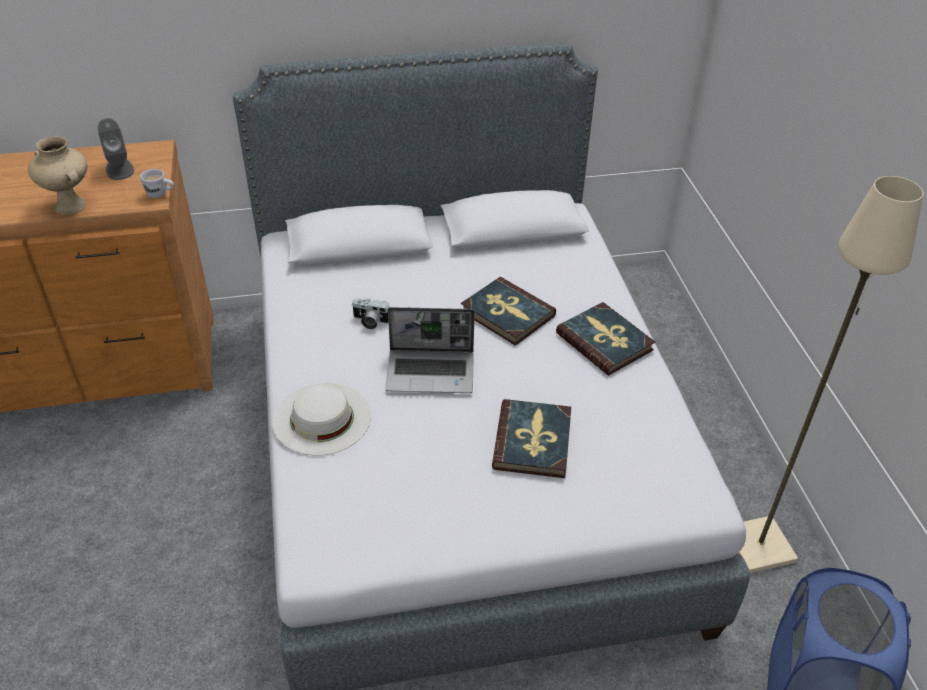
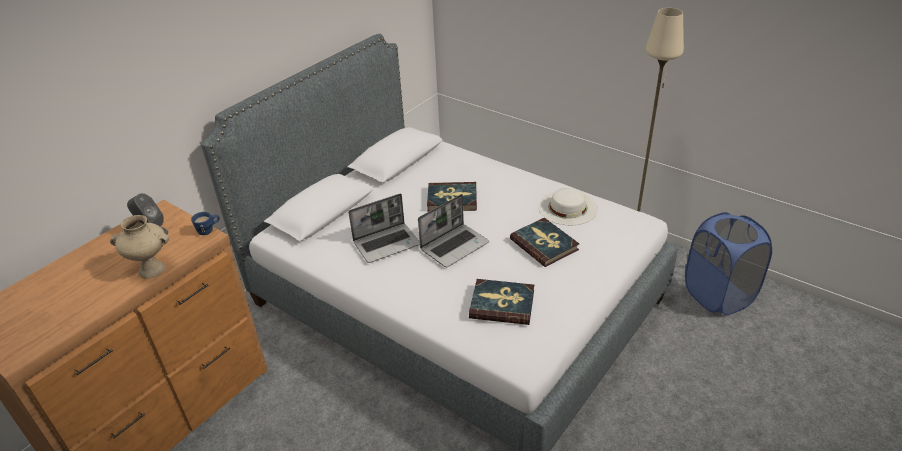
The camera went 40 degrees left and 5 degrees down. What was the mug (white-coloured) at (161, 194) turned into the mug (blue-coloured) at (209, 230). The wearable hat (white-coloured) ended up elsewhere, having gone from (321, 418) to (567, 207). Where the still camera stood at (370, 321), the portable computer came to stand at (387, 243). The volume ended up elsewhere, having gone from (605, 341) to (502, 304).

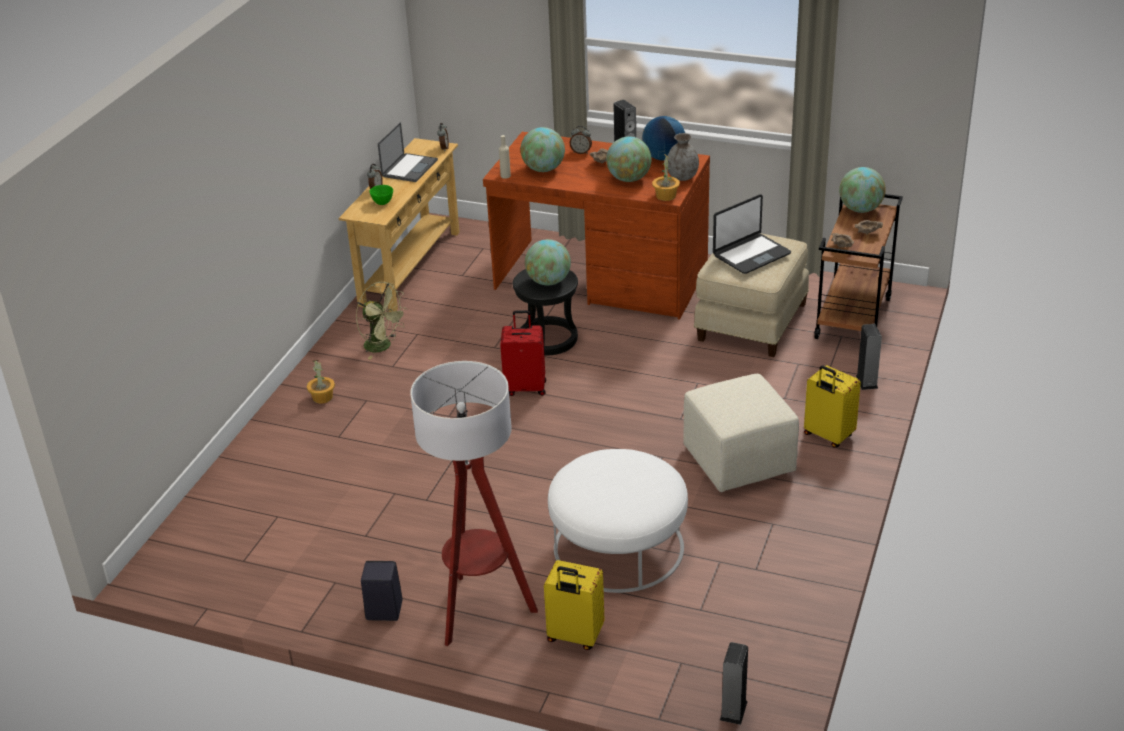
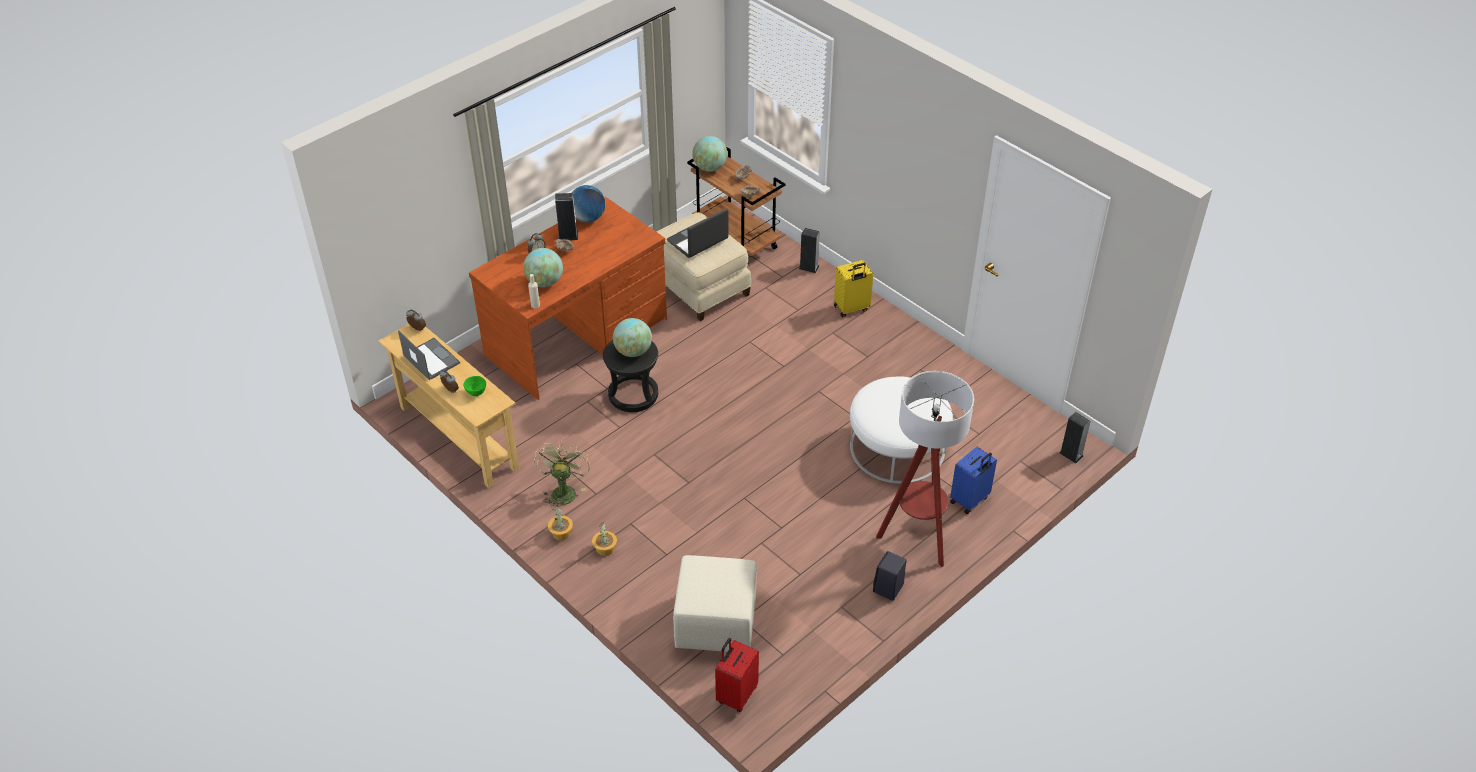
The camera went 65 degrees left and 10 degrees up. The electric fan (greenish) at (383, 346) ended up facing another way, 60 degrees counterclockwise from before. The suitcase (reddish) ended up elsewhere, having gone from (525, 387) to (736, 694). What was the suitcase (yellow-coloured) at (574, 637) turned into the suitcase (blue-coloured) at (970, 500). The second view lost the world globe at (629, 179). The potted plant ended up elsewhere, having gone from (665, 196) to (561, 533). The second view lost the decorative vase (greyish) at (682, 177). The ottoman (beige-coloured) ended up elsewhere, having gone from (737, 461) to (714, 624). The portable computer at (751, 254) ended up facing another way, 120 degrees counterclockwise from before.

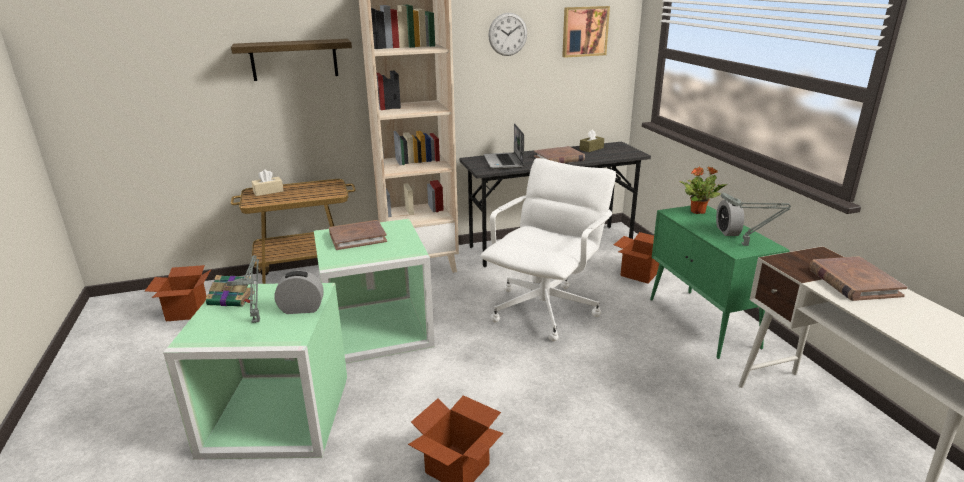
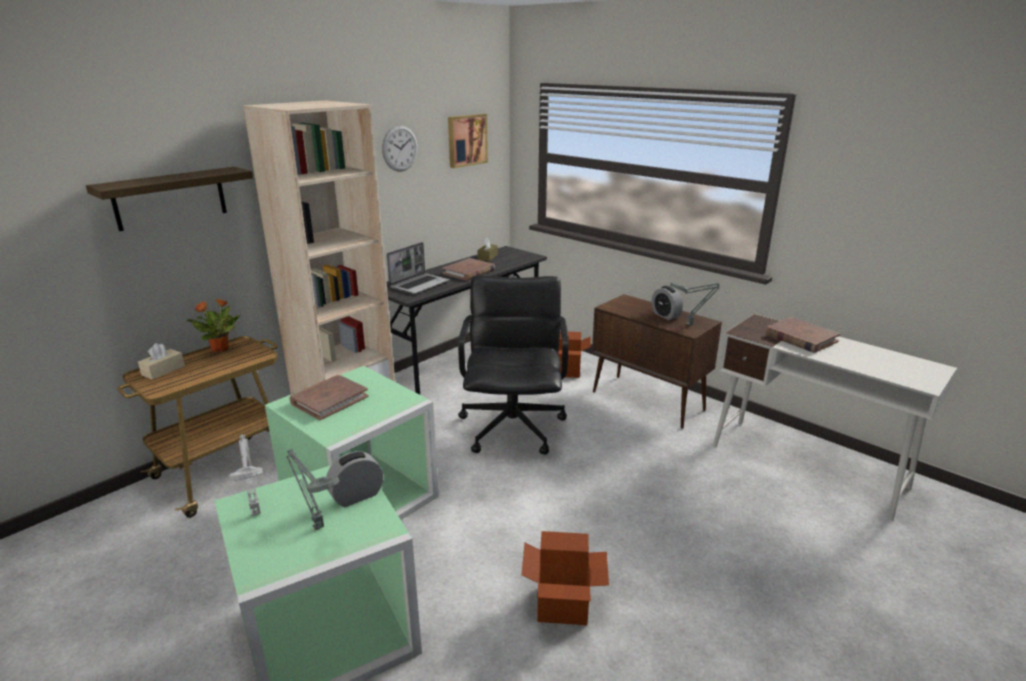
The camera went 30 degrees left and 0 degrees up. The second view lost the cardboard box at (187, 311). Where the volume stood at (232, 299), the tabletop lamp (greyish) came to stand at (255, 511). What was the office chair (white-coloured) at (545, 310) turned into the office chair (black) at (513, 427). The portable computer at (504, 162) ended up facing another way, 105 degrees counterclockwise from before. What was the cabinet (greenish) at (703, 323) turned into the cabinet (brown-coloured) at (648, 401). The potted plant ended up elsewhere, having gone from (698, 211) to (221, 348).

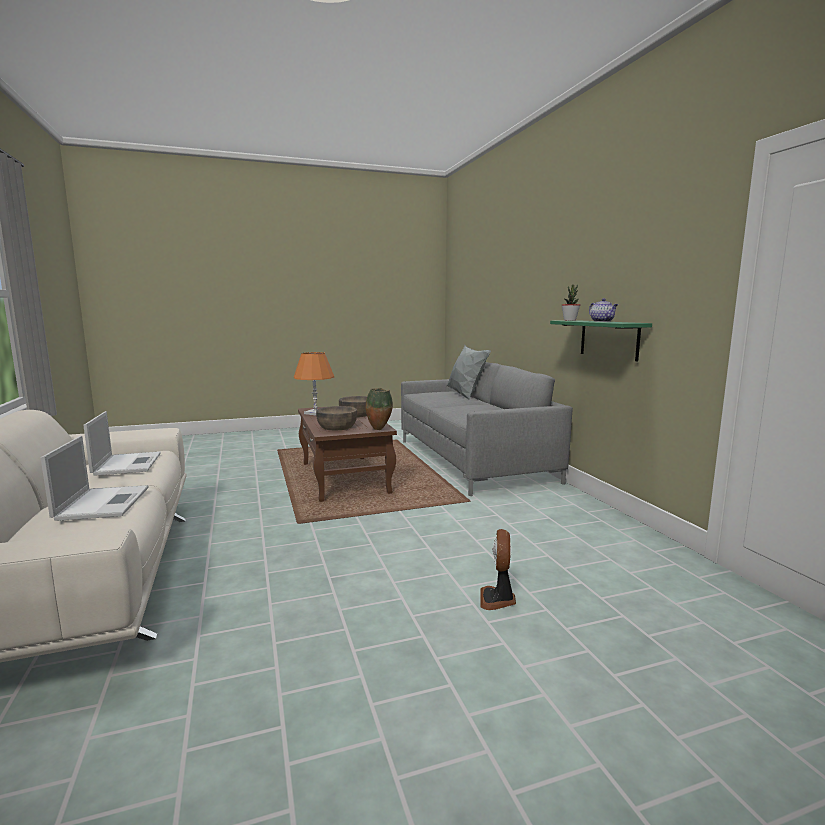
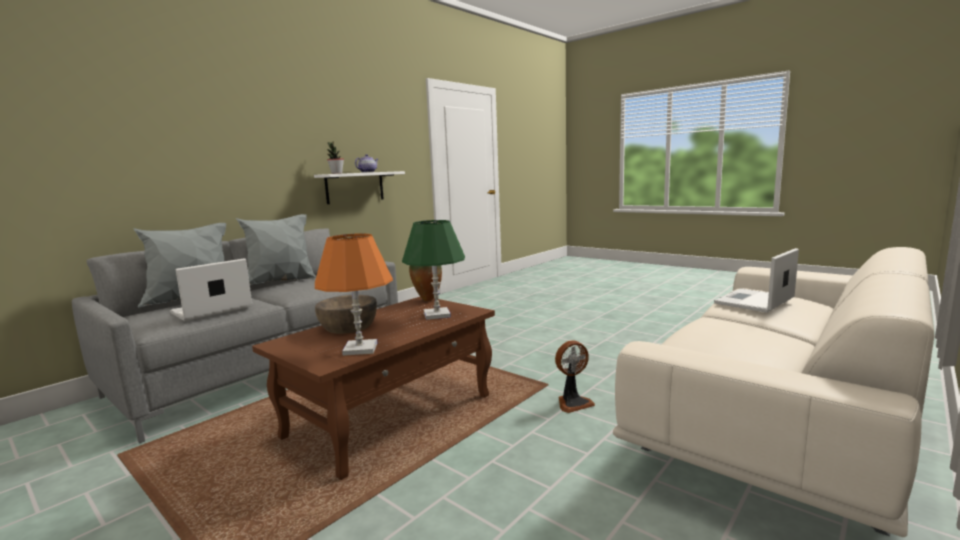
The camera went 120 degrees left and 0 degrees up. The portable computer ended up elsewhere, having gone from (127, 464) to (210, 310). Where the serving bowl (brown-coloured) stood at (337, 427), the tabletop lamp (greenish) came to stand at (437, 315). The electric fan ended up elsewhere, having gone from (498, 599) to (573, 403). What was the bracket shelf (greenish) at (609, 339) turned into the bracket shelf (white-coloured) at (355, 187). The second view gained the pillow (greyish) at (282, 283).

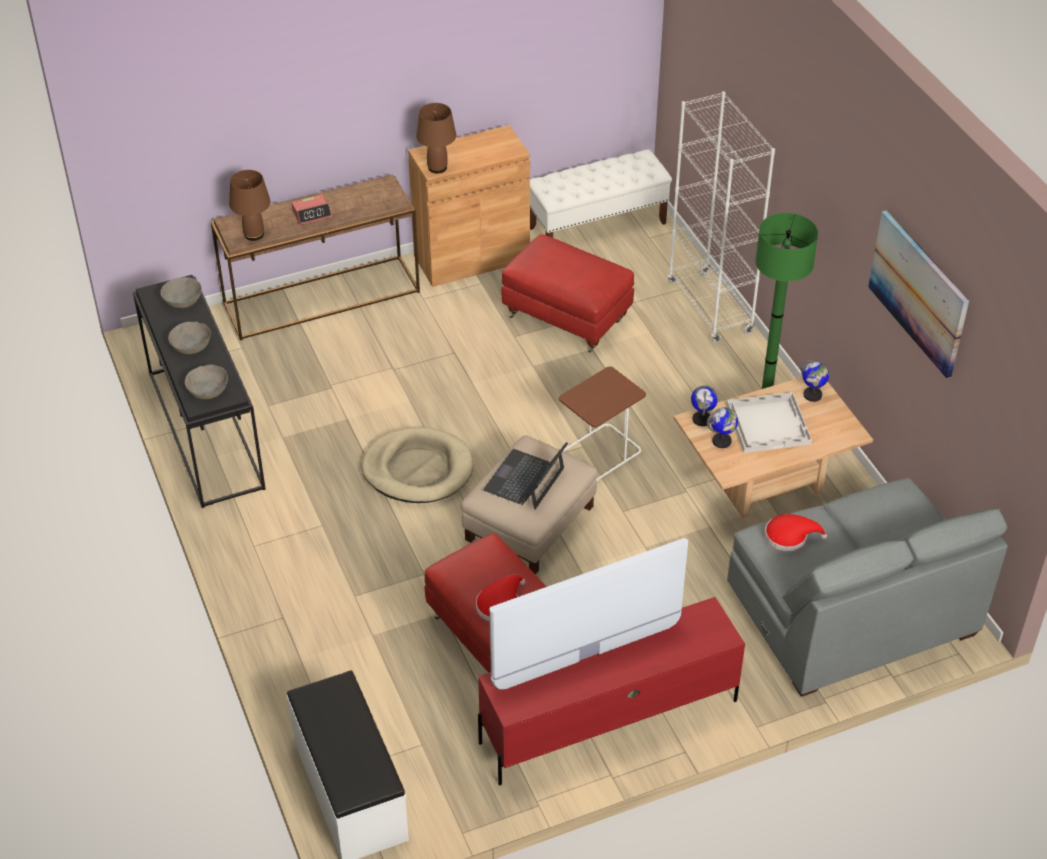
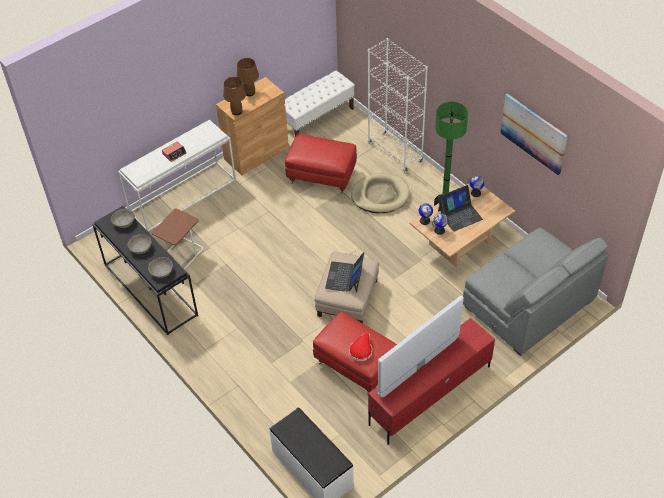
The camera went 15 degrees left and 5 degrees up. What was the console table (brown-coloured) at (322, 297) turned into the console table (white-coloured) at (183, 196). The tabletop lamp (brown-coloured) ended up elsewhere, having gone from (254, 235) to (249, 92). The dog bed (beige-coloured) ended up elsewhere, having gone from (418, 469) to (380, 195). The accent table (brown-coloured) ended up elsewhere, having gone from (599, 454) to (181, 255). Where the serving tray (white-coloured) stood at (768, 423), the portable computer came to stand at (459, 215). The second view lost the wearable hat (reddish) at (789, 536).

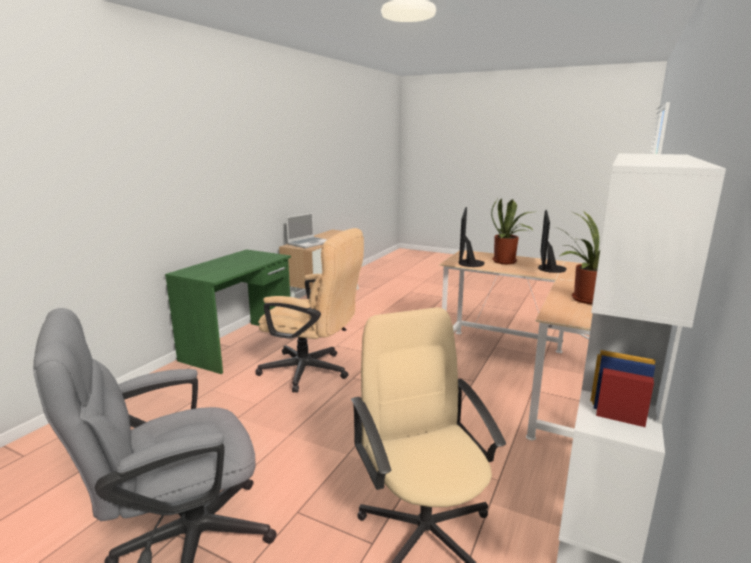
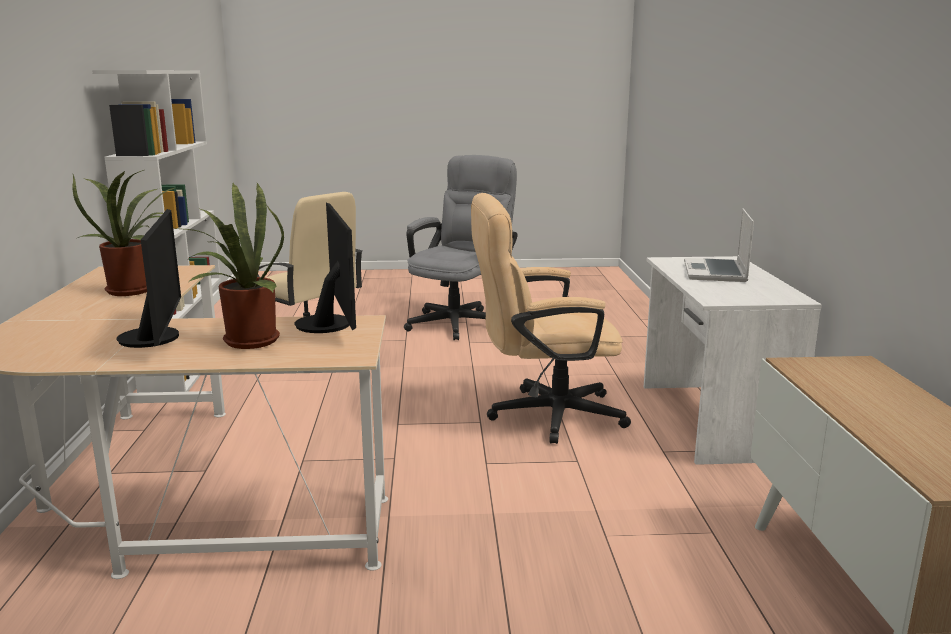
The camera went 150 degrees right and 0 degrees up. What was the desk (greenish) at (240, 346) turned into the desk (white-coloured) at (711, 420). The portable computer ended up elsewhere, having gone from (309, 243) to (716, 272).

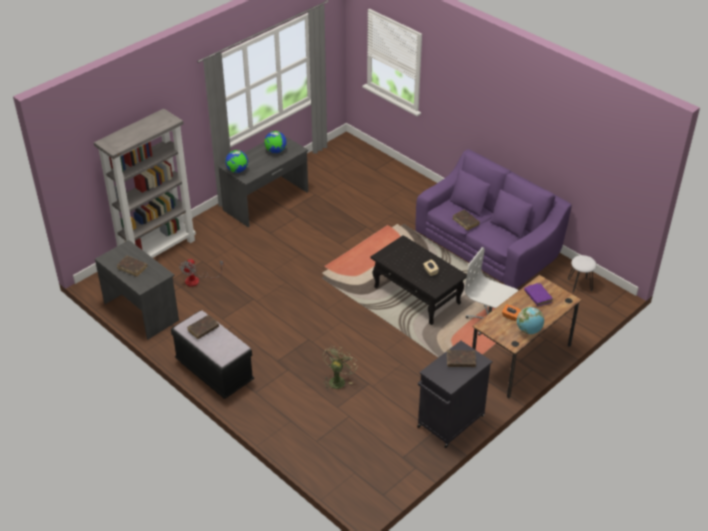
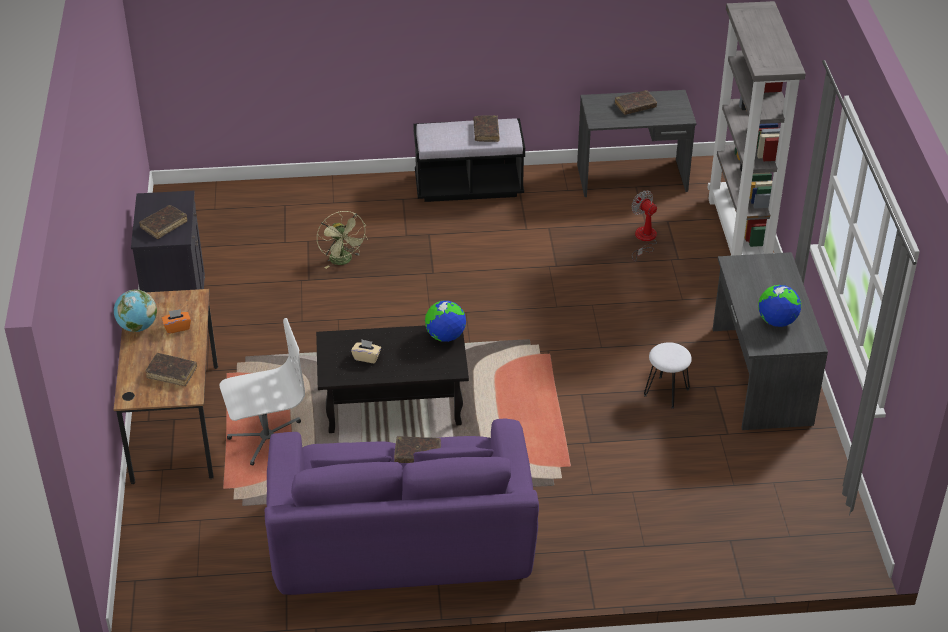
The camera went 130 degrees right and 0 degrees up. The world globe ended up elsewhere, having gone from (237, 170) to (445, 336). What was the volume (purple) at (538, 297) turned into the volume (brown-coloured) at (171, 373). The stool (white-coloured) ended up elsewhere, having gone from (580, 285) to (666, 392).

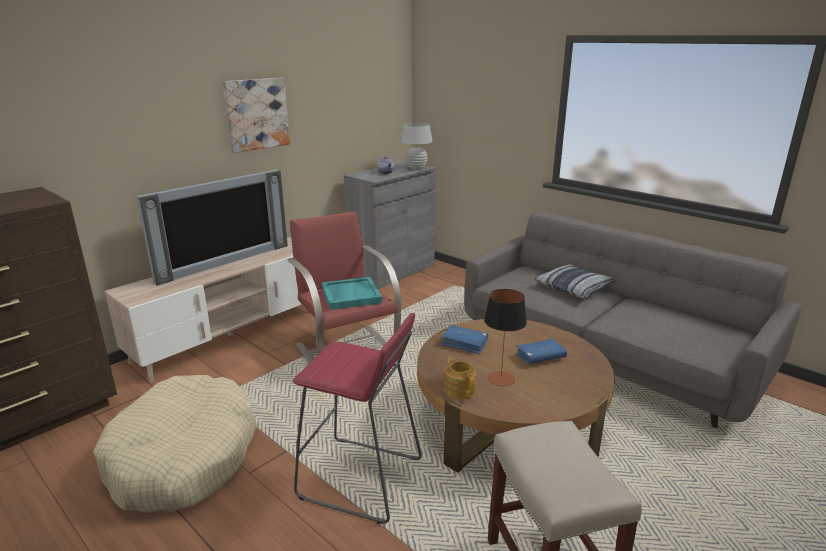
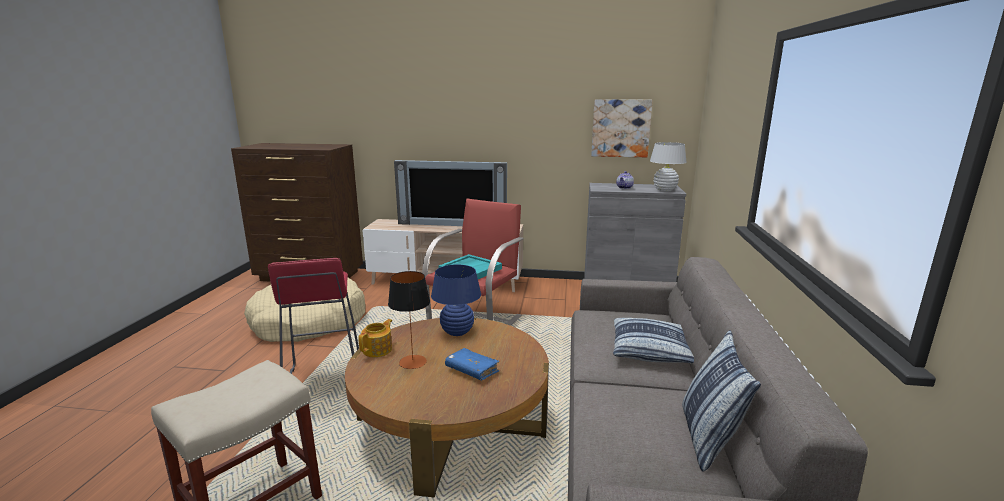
The camera went 55 degrees right and 5 degrees down. The wall art ended up elsewhere, having gone from (256, 114) to (620, 128). Where the volume (blue-coloured) stood at (465, 344), the tabletop lamp (blue-coloured) came to stand at (457, 332). The second view gained the pillow at (708, 438).

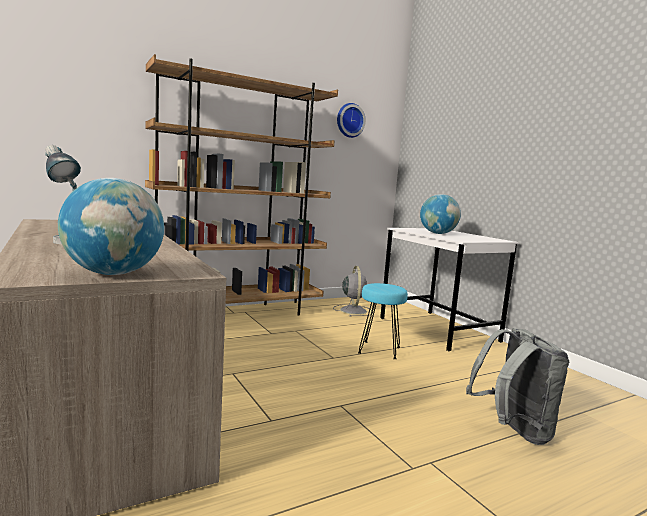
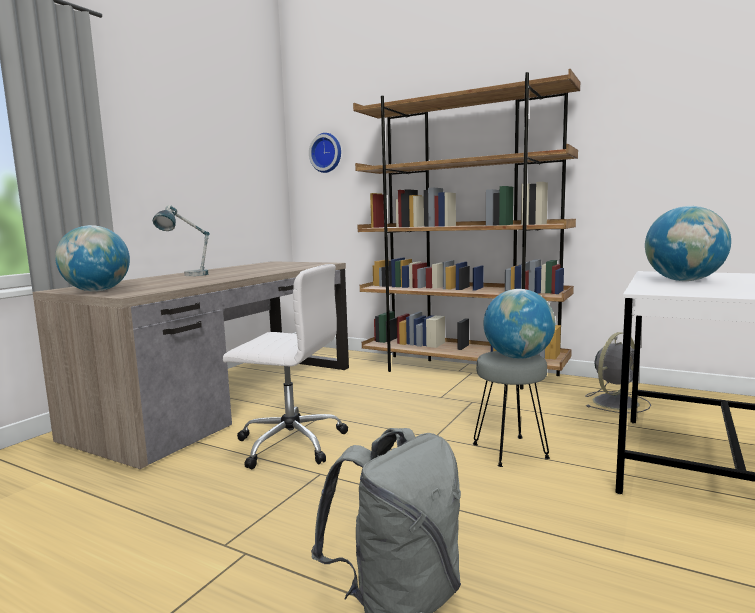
The camera went 60 degrees right and 0 degrees up. The clock on the wall ended up elsewhere, having gone from (349, 120) to (327, 153). What was the stool (turquoise) at (378, 350) turned into the stool (greyish) at (509, 451). The second view gained the office chair (white-coloured) at (289, 443). The second view gained the world globe at (518, 357).

